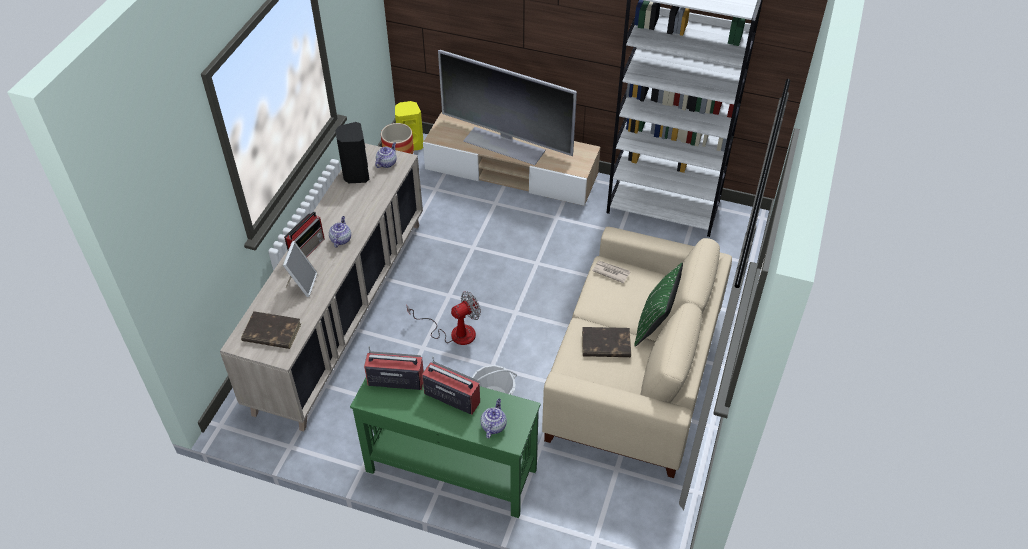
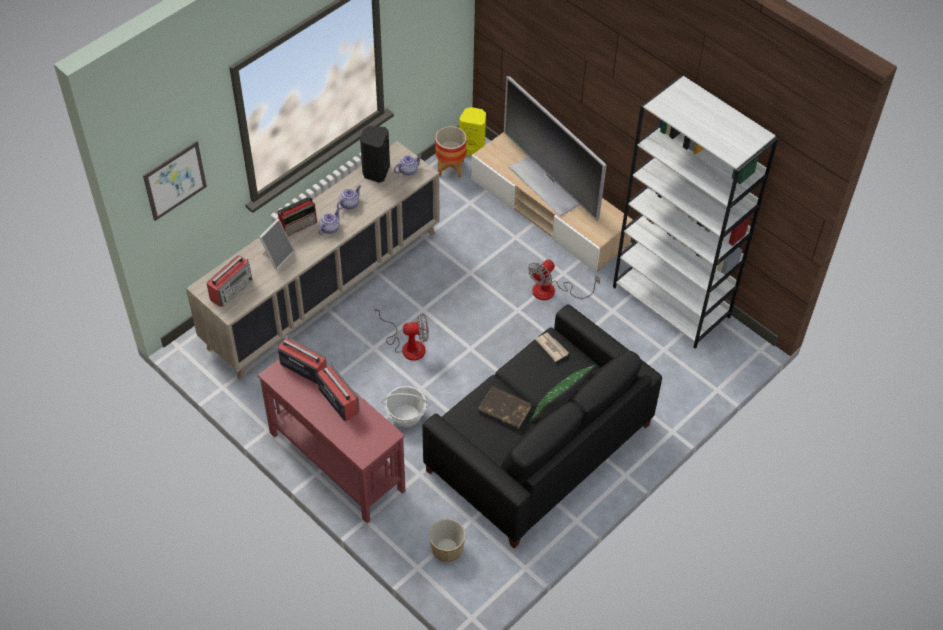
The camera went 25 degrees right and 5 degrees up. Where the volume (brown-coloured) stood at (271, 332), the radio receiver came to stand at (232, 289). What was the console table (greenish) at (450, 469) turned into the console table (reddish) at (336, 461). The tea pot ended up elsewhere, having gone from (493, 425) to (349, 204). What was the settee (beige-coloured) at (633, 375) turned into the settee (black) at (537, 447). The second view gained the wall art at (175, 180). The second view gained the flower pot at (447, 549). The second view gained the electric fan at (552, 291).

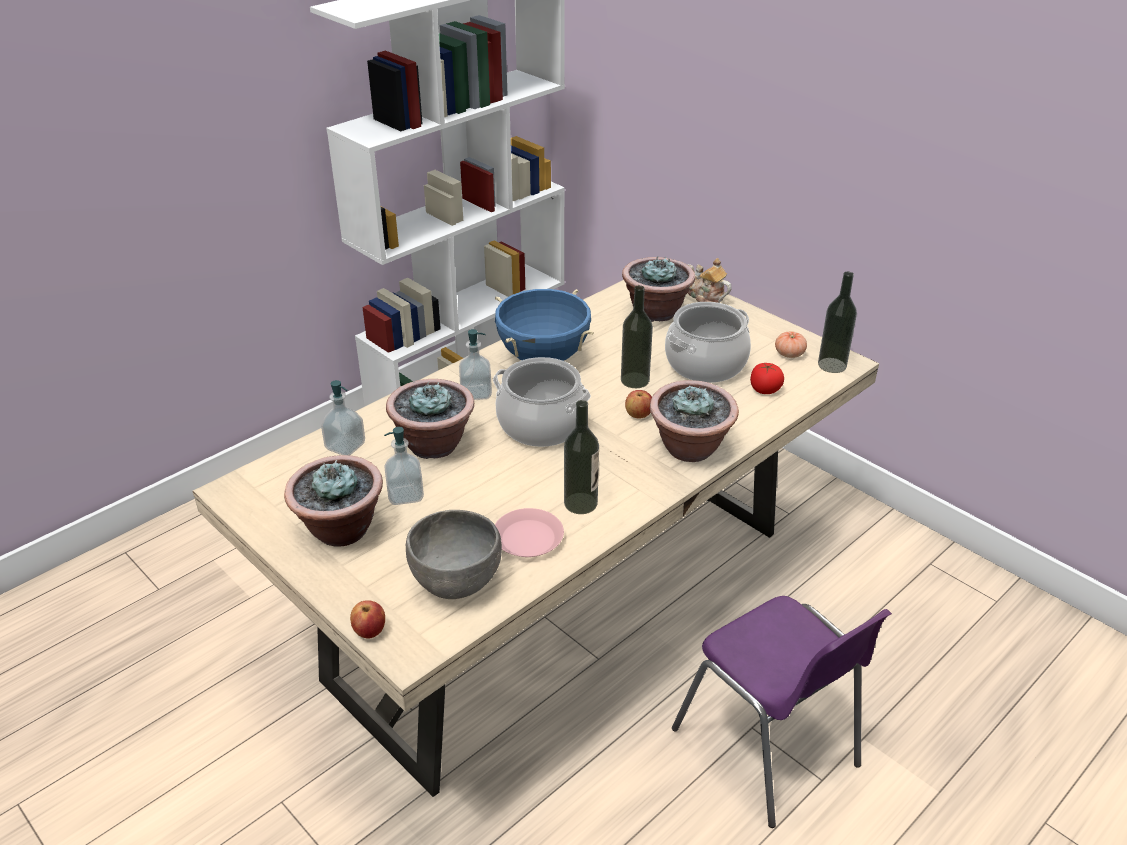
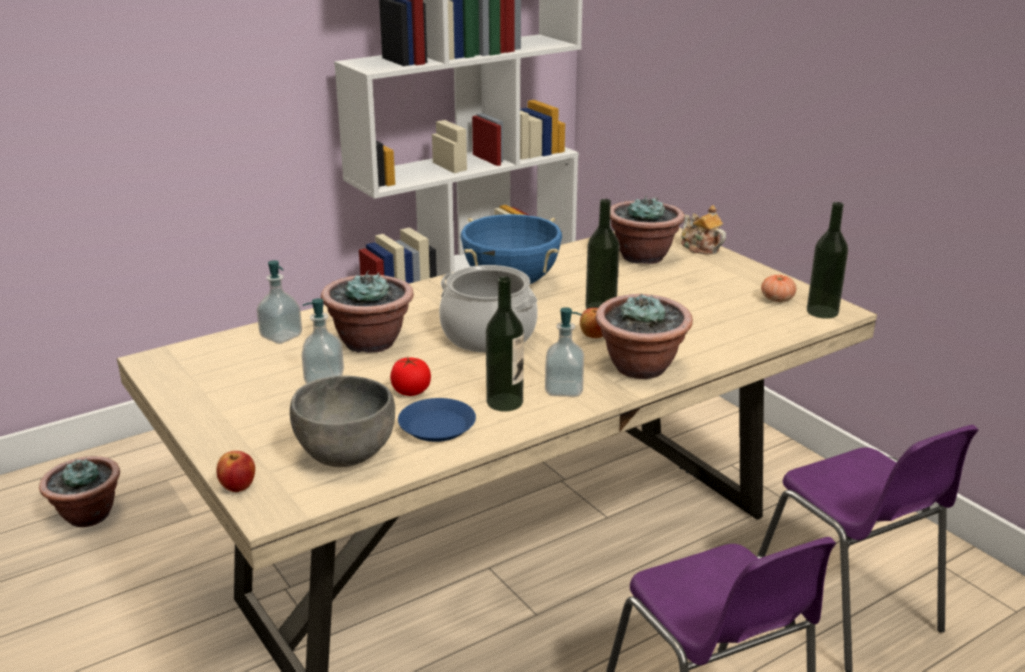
The camera went 10 degrees right and 10 degrees down. The potted plant ended up elsewhere, having gone from (340, 530) to (87, 515). The liquid soap bottle ended up elsewhere, having gone from (476, 393) to (564, 389). What was the flat dish (pink) at (528, 539) turned into the flat dish (blue-coloured) at (437, 426). The second view lost the stockpot at (705, 363). The tomato ended up elsewhere, having gone from (765, 389) to (411, 391). The second view gained the chair (purple) at (847, 610).

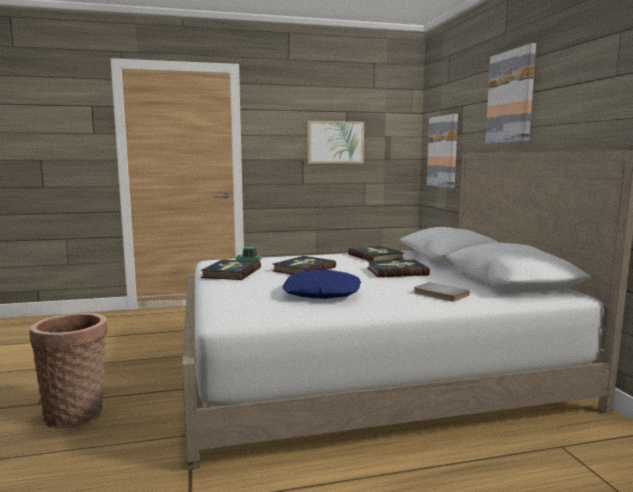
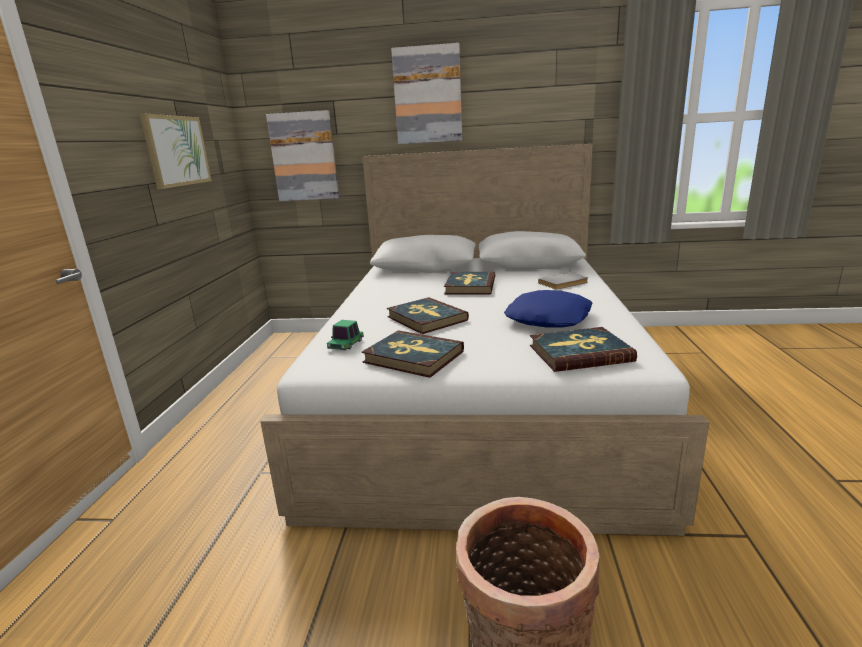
The camera went 70 degrees left and 10 degrees up. The volume ended up elsewhere, having gone from (376, 257) to (579, 353).

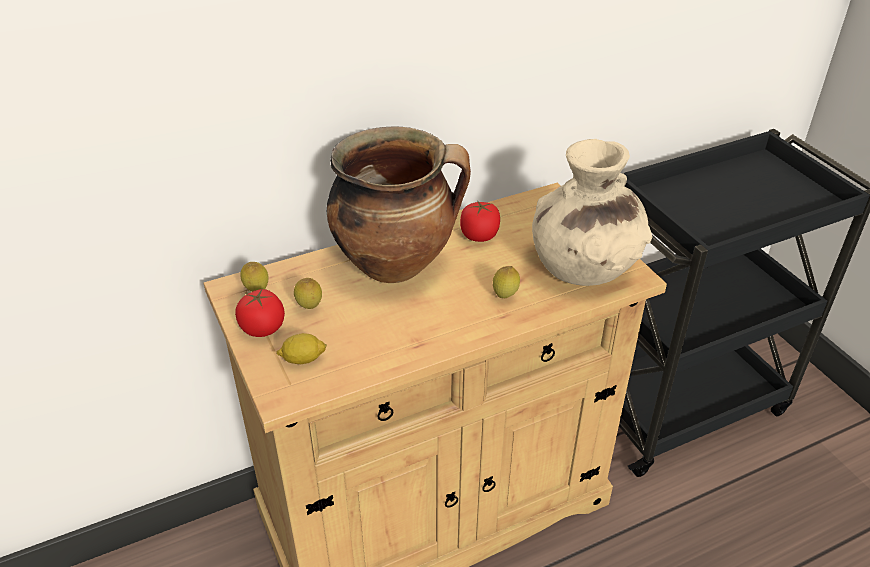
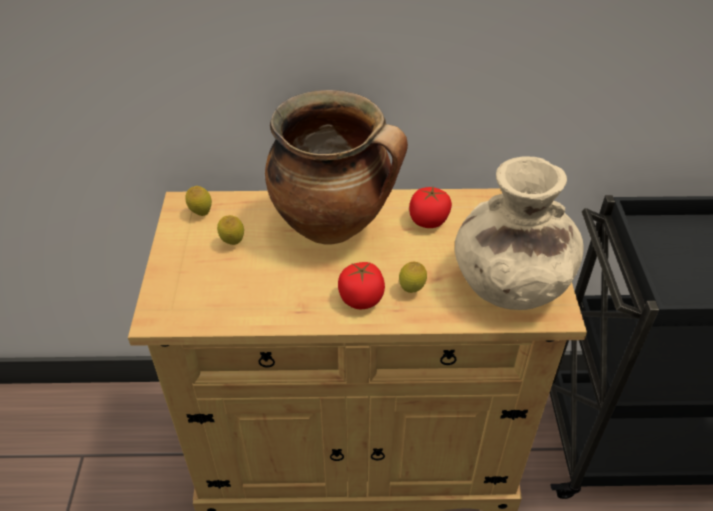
The camera went 25 degrees right and 5 degrees up. The tomato ended up elsewhere, having gone from (263, 328) to (361, 298). The second view lost the whole lemon at (303, 359).

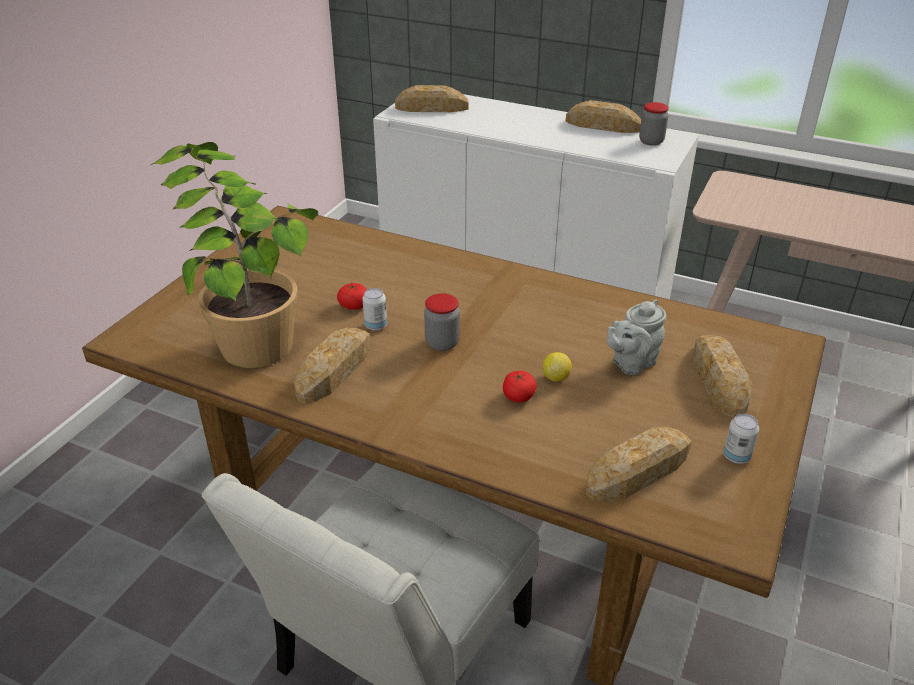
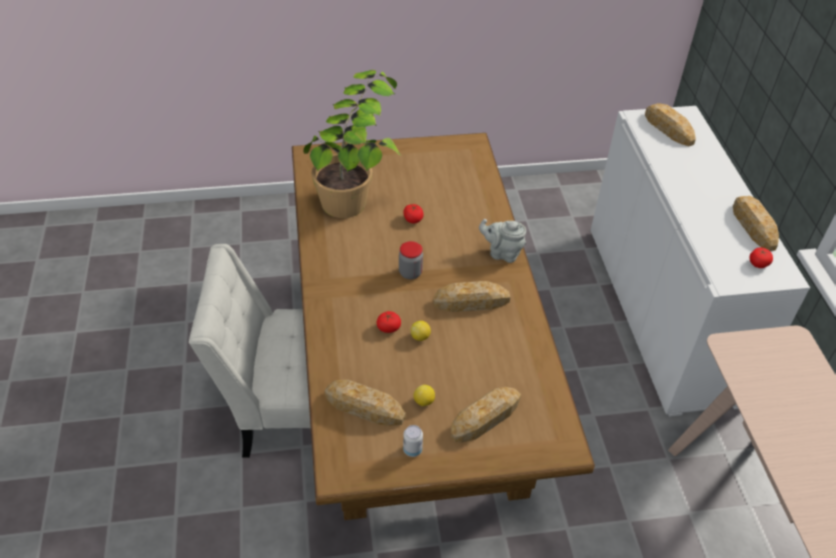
The camera went 55 degrees right and 10 degrees up. The baked bread ended up elsewhere, having gone from (335, 370) to (471, 302). The second view lost the metal can at (375, 326). The tea pot (greyish) ended up elsewhere, having gone from (631, 363) to (502, 253). Where the preserve jar stood at (651, 141), the tomato came to stand at (758, 263). The second view gained the whole lemon at (424, 402).

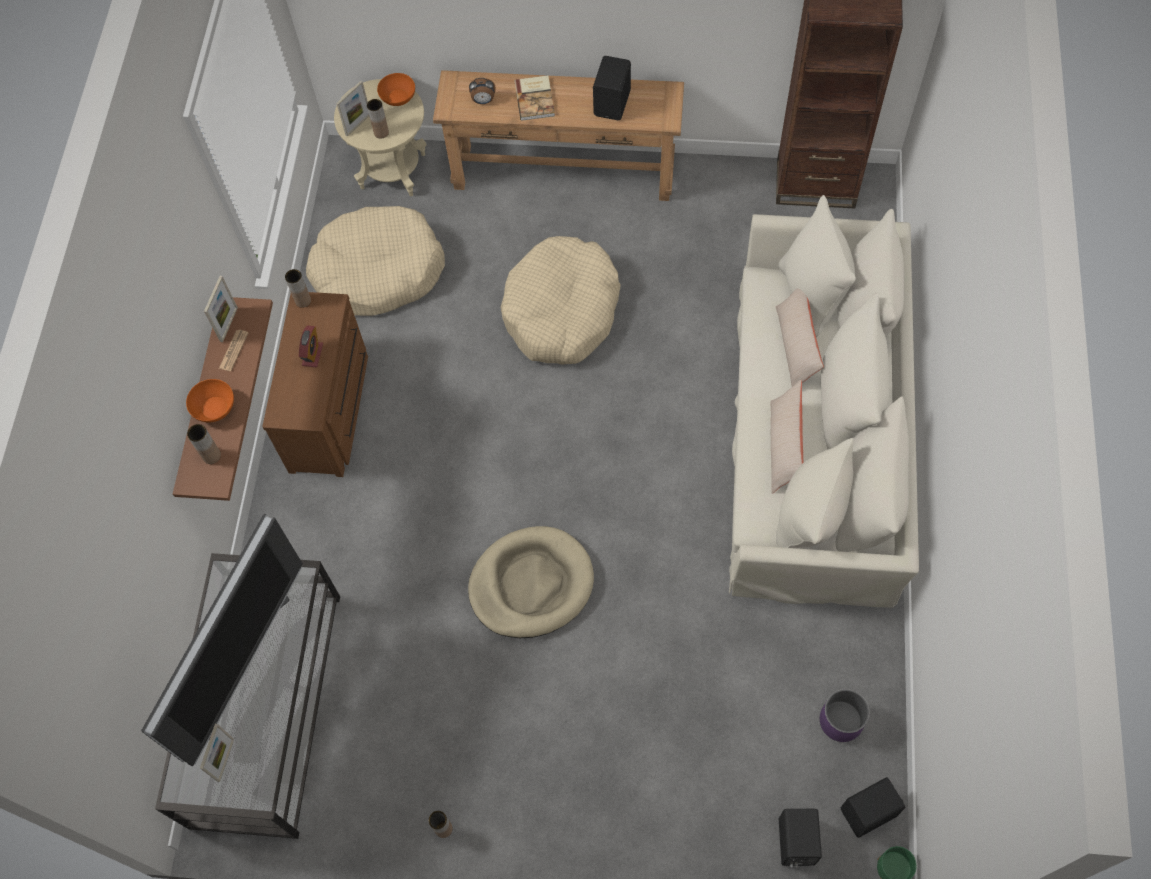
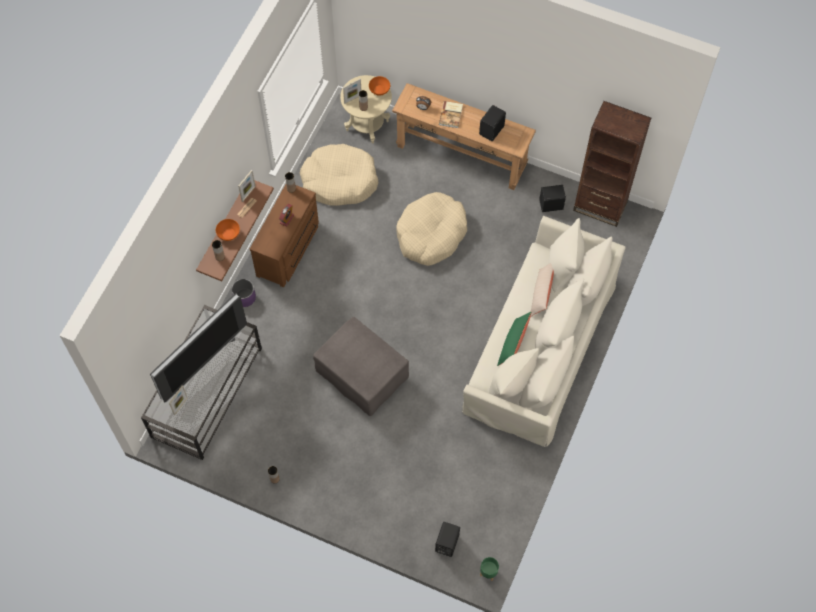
The camera went 15 degrees right and 0 degrees up. Where the dog bed (beige-coloured) stood at (531, 584), the ottoman (greyish) came to stand at (361, 374). What was the pillow (beige-coloured) at (783, 447) turned into the pillow (greenish) at (513, 344). The flower pot (purple) ended up elsewhere, having gone from (841, 721) to (244, 298). The speaker (black) ended up elsewhere, having gone from (869, 813) to (551, 205).

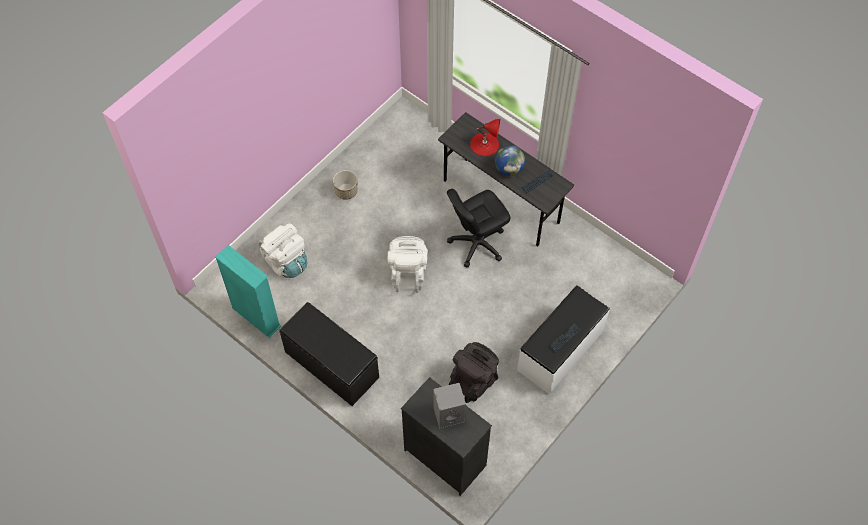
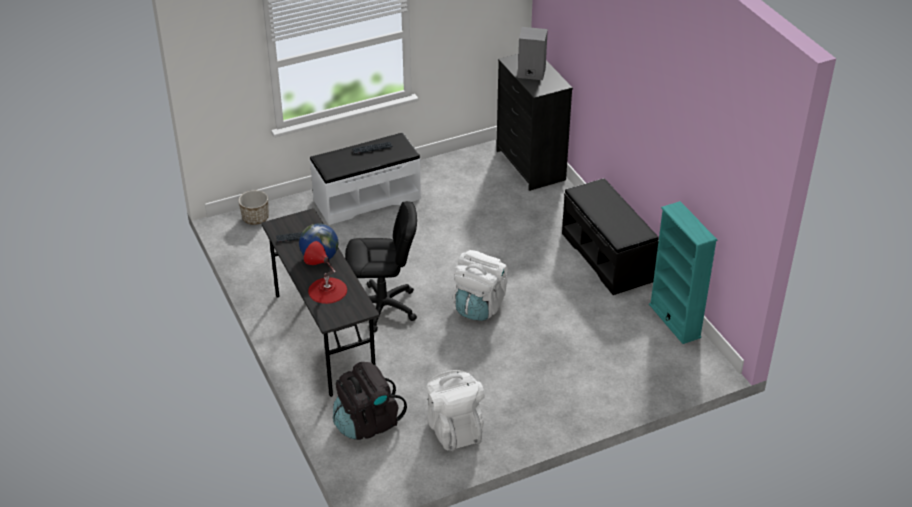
The camera went 155 degrees left and 20 degrees down. The rucksack (white-coloured) ended up elsewhere, having gone from (286, 262) to (454, 429). The flower pot ended up elsewhere, having gone from (346, 191) to (255, 218). The rucksack (black) ended up elsewhere, having gone from (474, 380) to (367, 423).

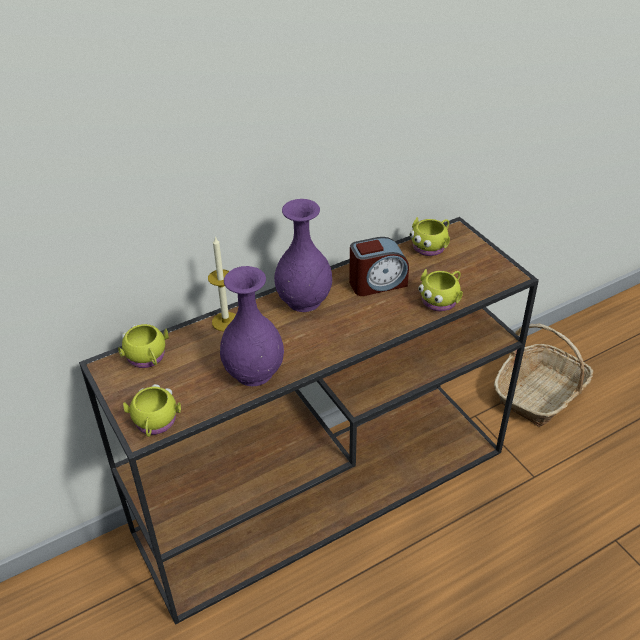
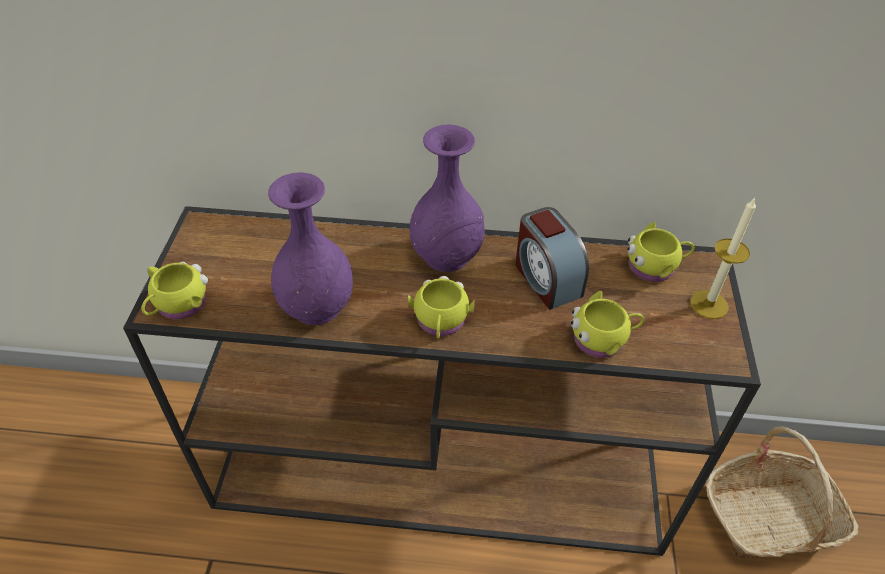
The camera went 35 degrees right and 5 degrees up. The mug (yellow-coloured) ended up elsewhere, having gone from (147, 358) to (440, 322). The wax light ended up elsewhere, having gone from (226, 321) to (709, 304). The alarm clock at (377, 283) ended up facing another way, 45 degrees clockwise from before.

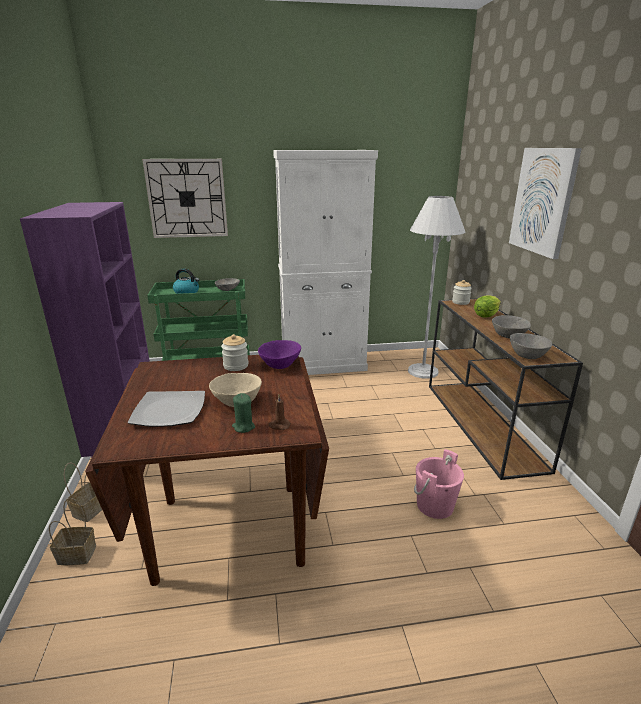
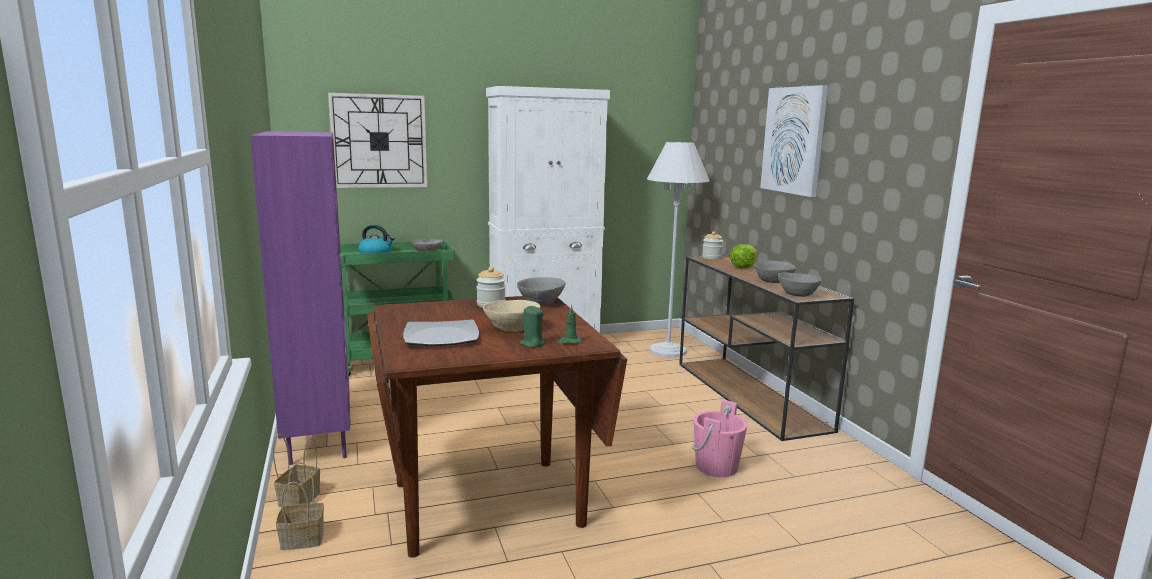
The camera went 10 degrees left and 10 degrees down. What was the serving bowl (purple) at (279, 365) turned into the serving bowl (greyish) at (540, 303). What was the wax light (brown-coloured) at (279, 425) turned into the wax light (greenish) at (569, 342).

